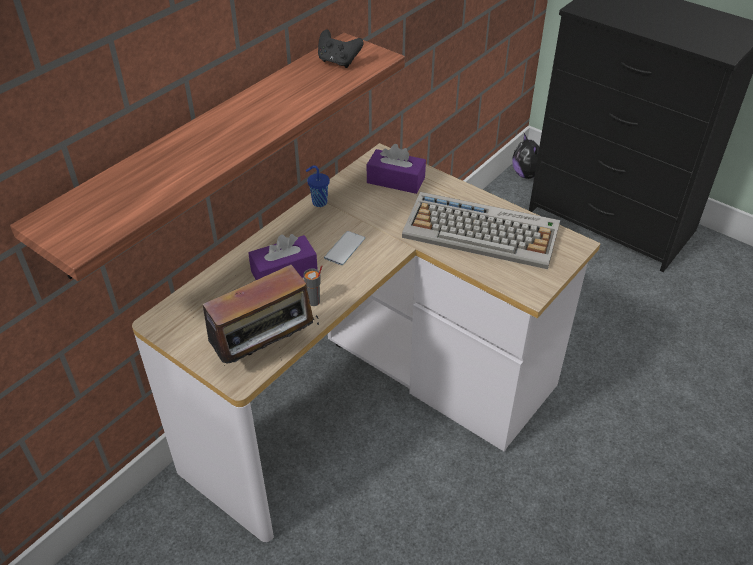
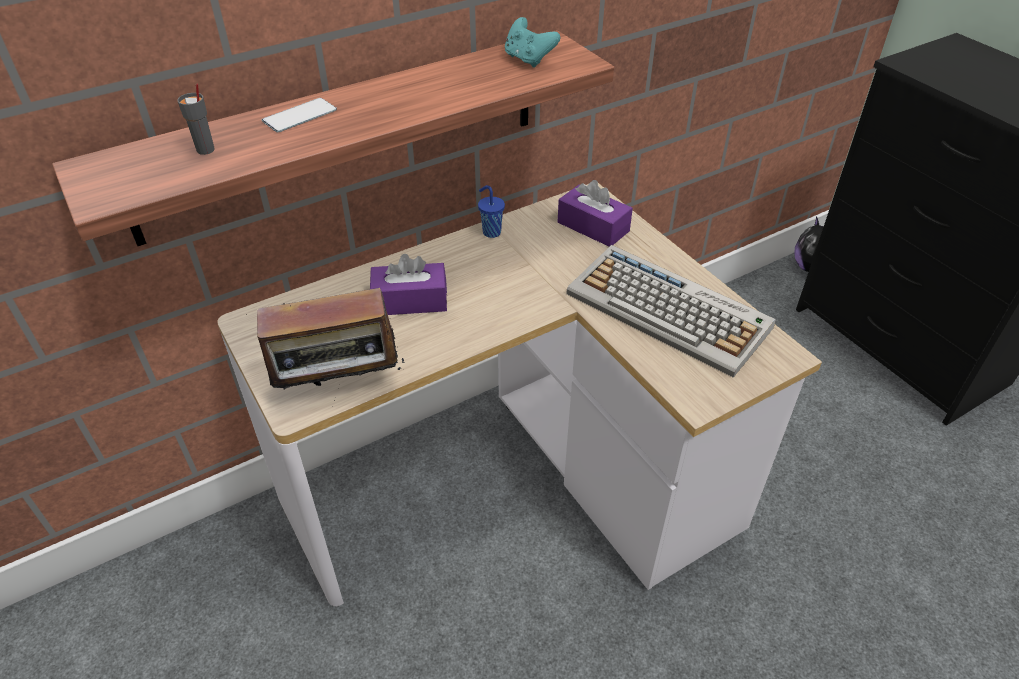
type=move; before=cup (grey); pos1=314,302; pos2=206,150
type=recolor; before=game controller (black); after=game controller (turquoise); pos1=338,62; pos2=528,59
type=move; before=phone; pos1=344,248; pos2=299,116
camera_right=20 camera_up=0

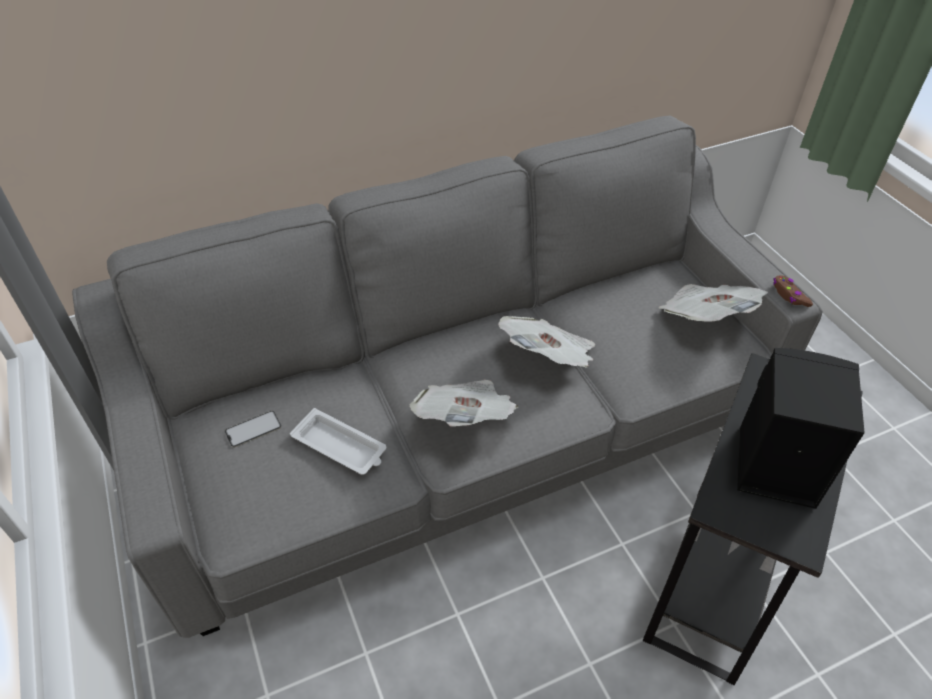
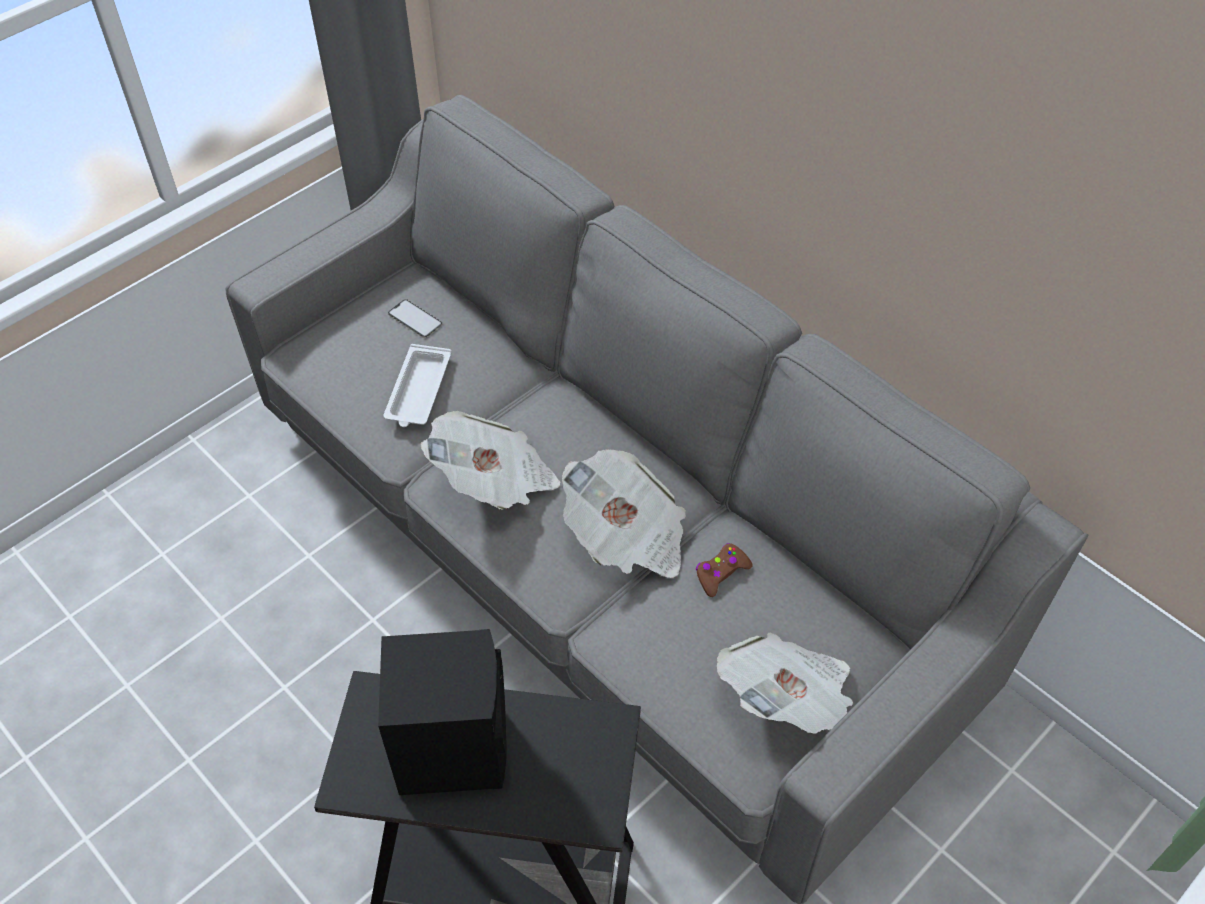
type=move; before=game controller (brown); pos1=789,295; pos2=721,573
camera_right=70 camera_up=5

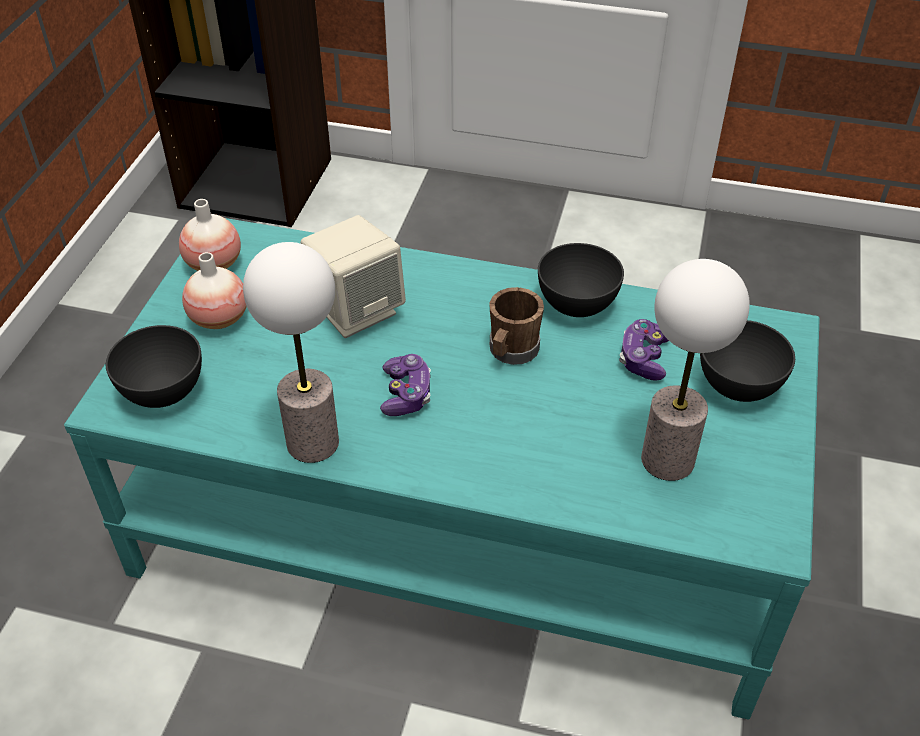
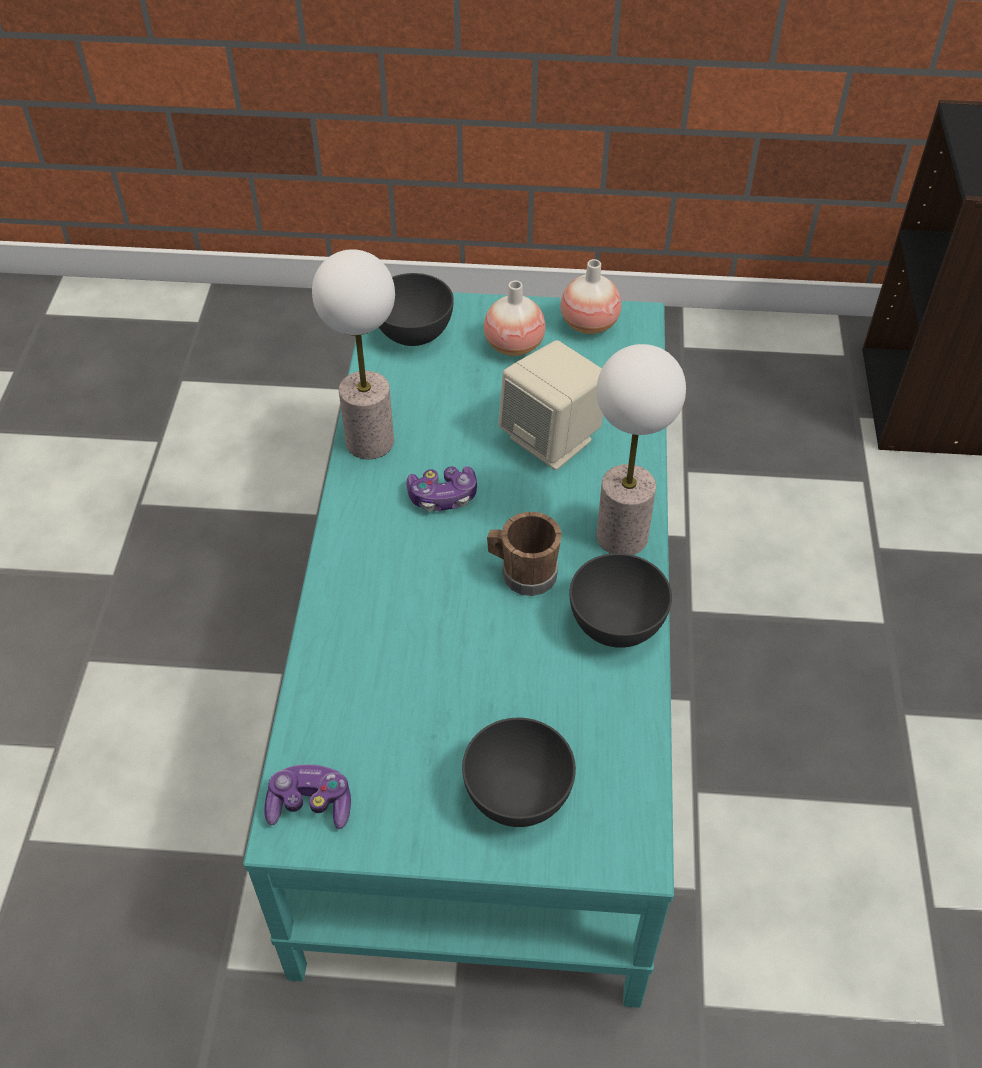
type=move; before=game controller; pos1=643,358; pos2=310,804
type=move; before=table lamp; pos1=667,459; pos2=622,536
camera_right=80 camera_up=5

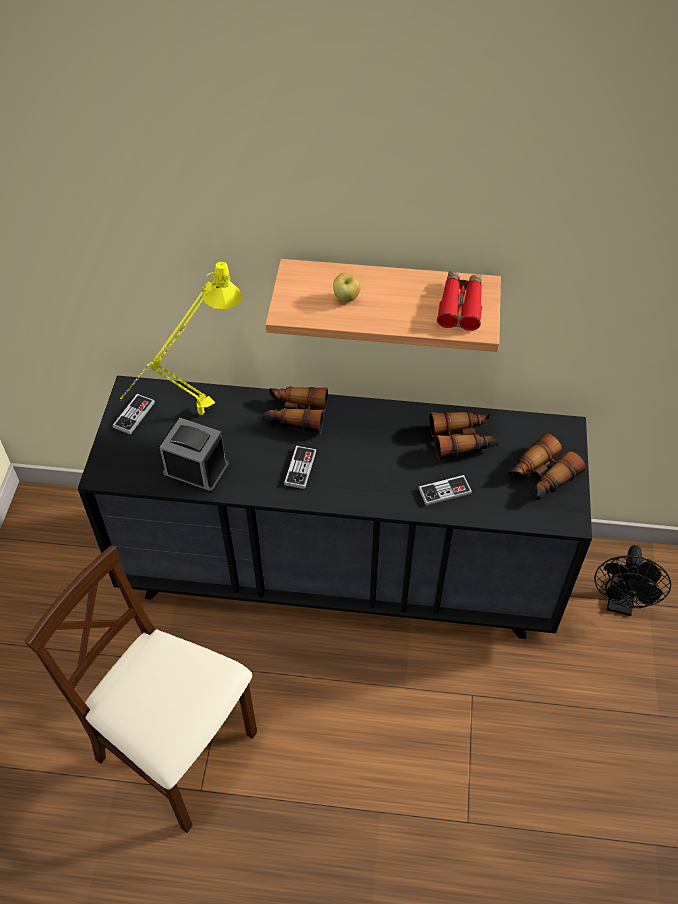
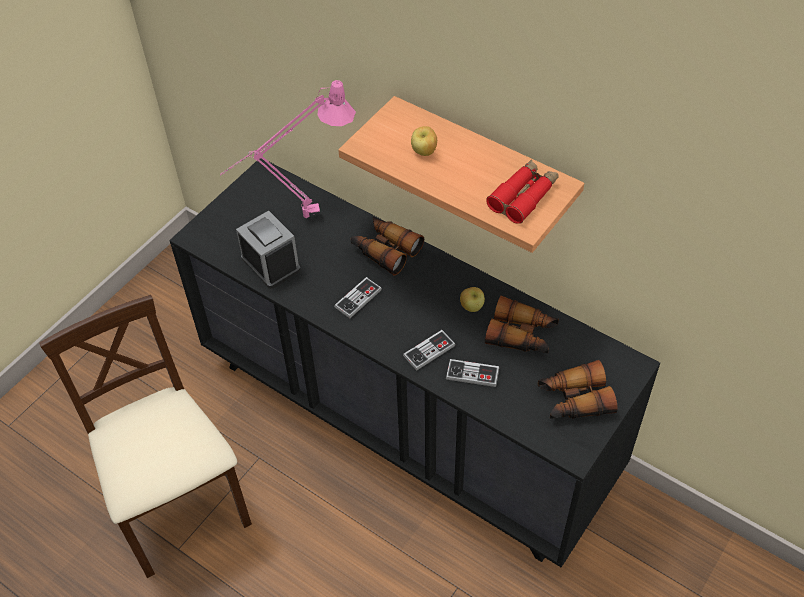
type=move; before=game controller; pos1=134,415; pos2=429,351
type=recolor; before=table lamp (yellow); after=table lamp (pink); pos1=194,419; pos2=297,219
type=delete; before=fan (black); pos1=620,603
type=insert; after=apple; pos2=472,307
camera_right=30 camera_up=0

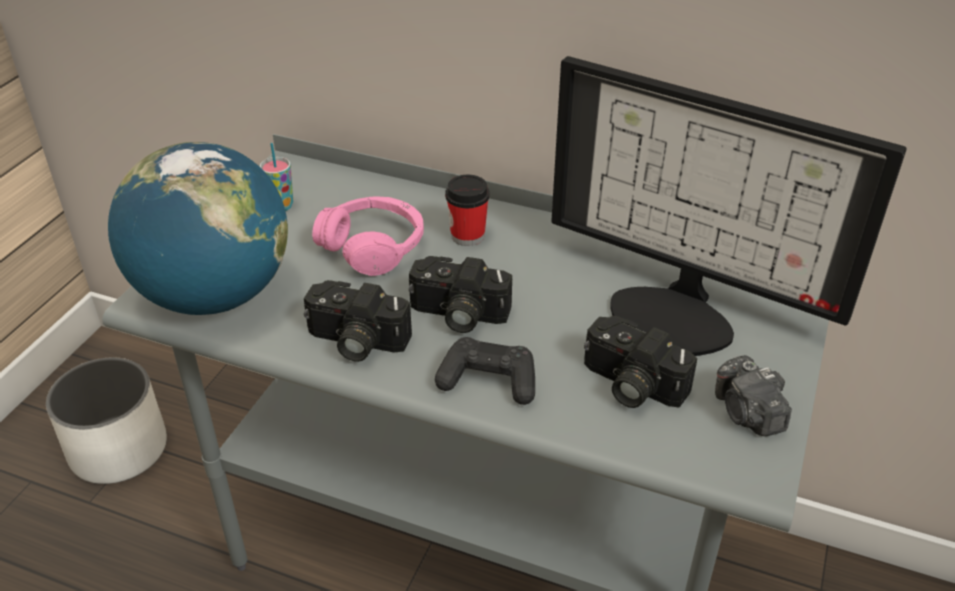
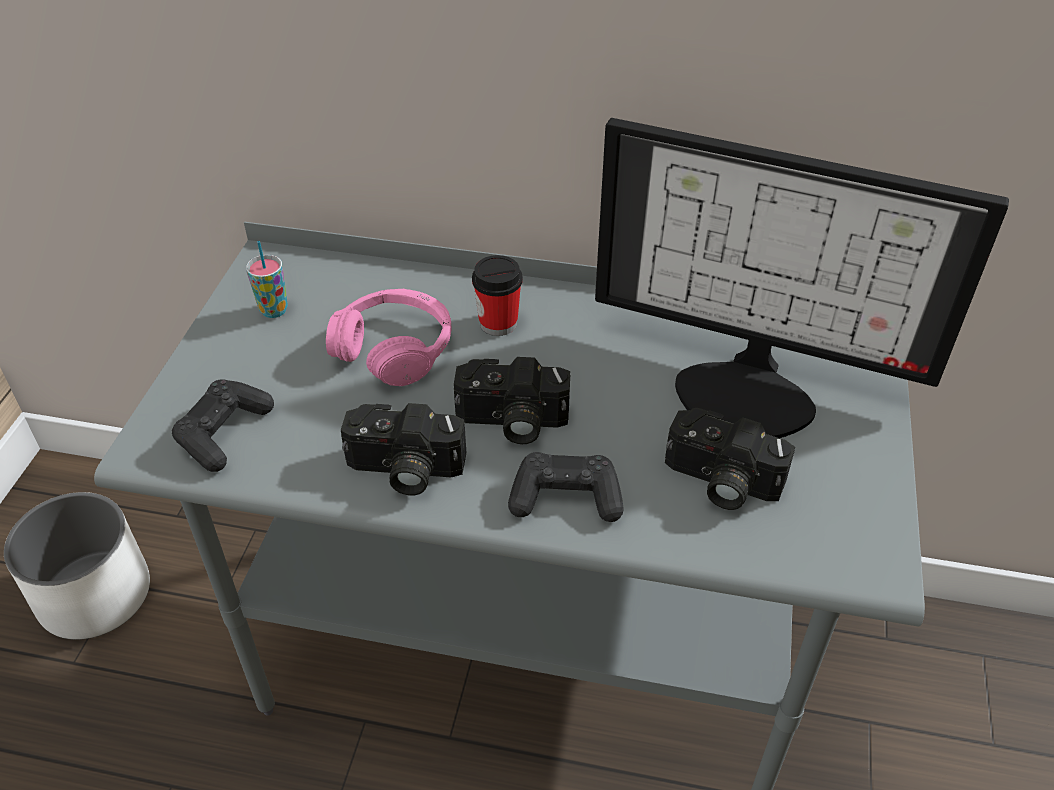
type=replace; before=globe; after=game controller (black); pos1=214,295; pos2=224,433
type=delete; before=photo camera; pos1=747,414
camera_right=-10 camera_up=5

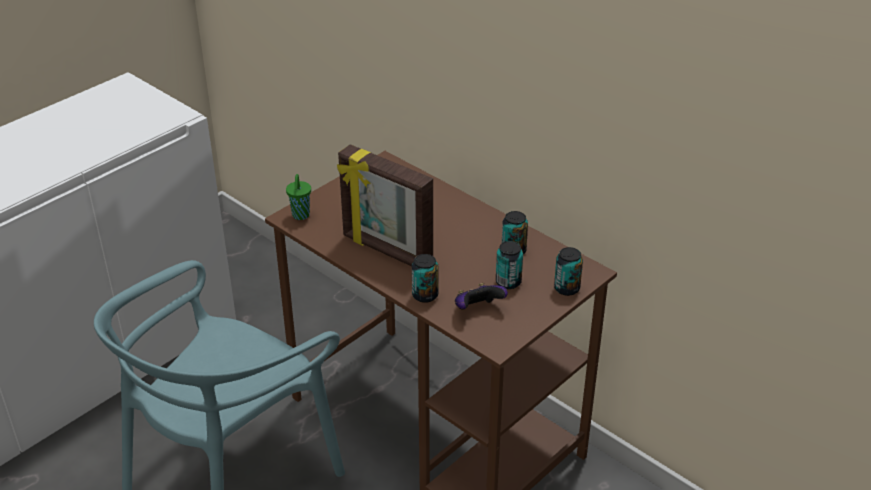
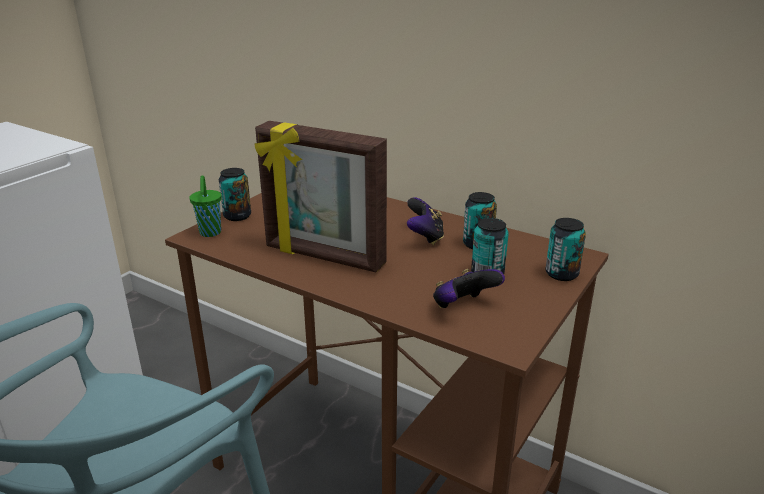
type=move; before=can; pos1=425,295; pos2=237,216
type=insert; after=game controller; pos2=424,237
camera_right=-10 camera_up=-10

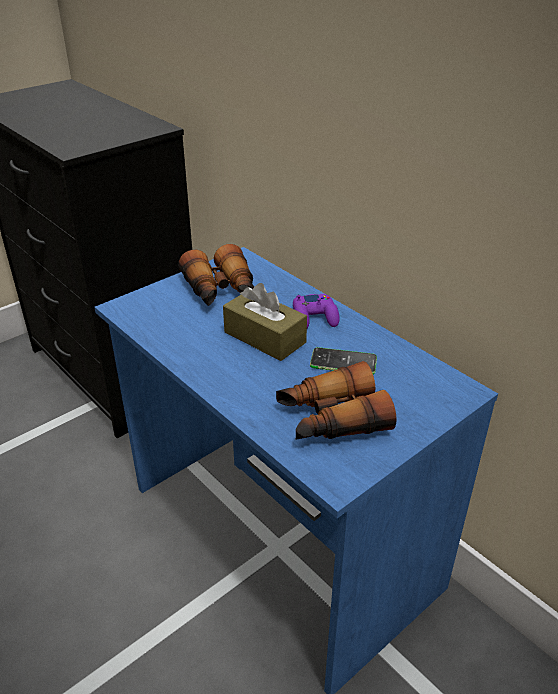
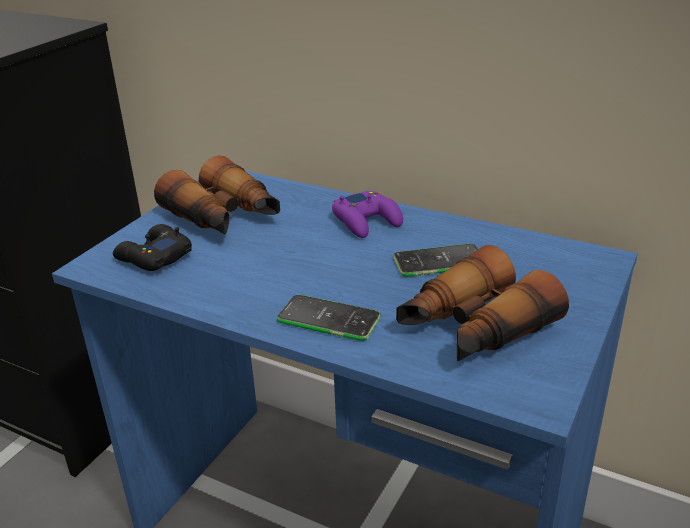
type=delete; before=tissue box (brown); pos1=264,337
type=insert; after=game controller (black); pos2=153,257
type=insert; after=phone; pos2=328,319
camera_right=-20 camera_up=-5

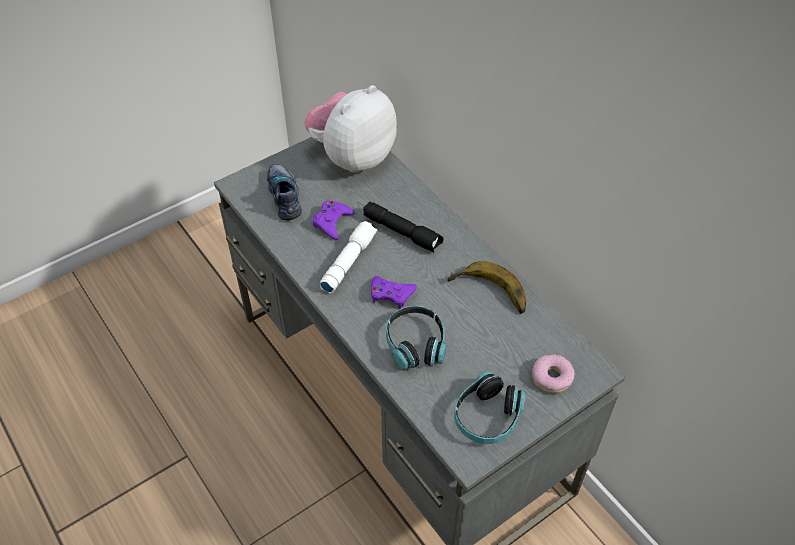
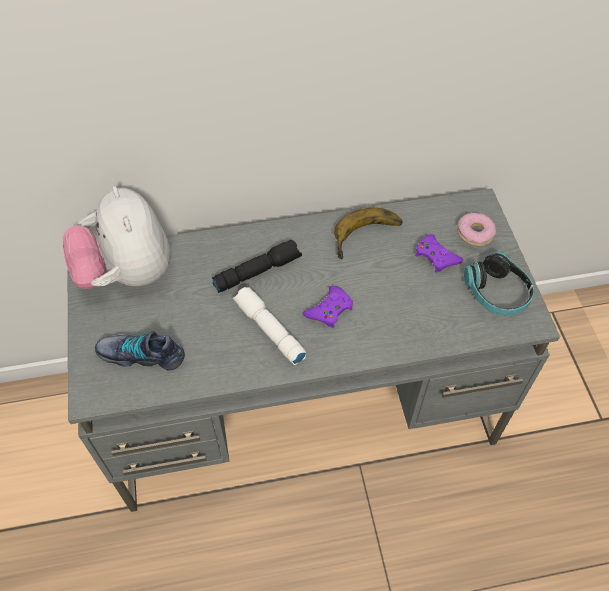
type=move; before=game controller (purple); pos1=332,222; pos2=436,256
type=delete; before=headphones; pos1=415,344
camera_right=-65 camera_up=5

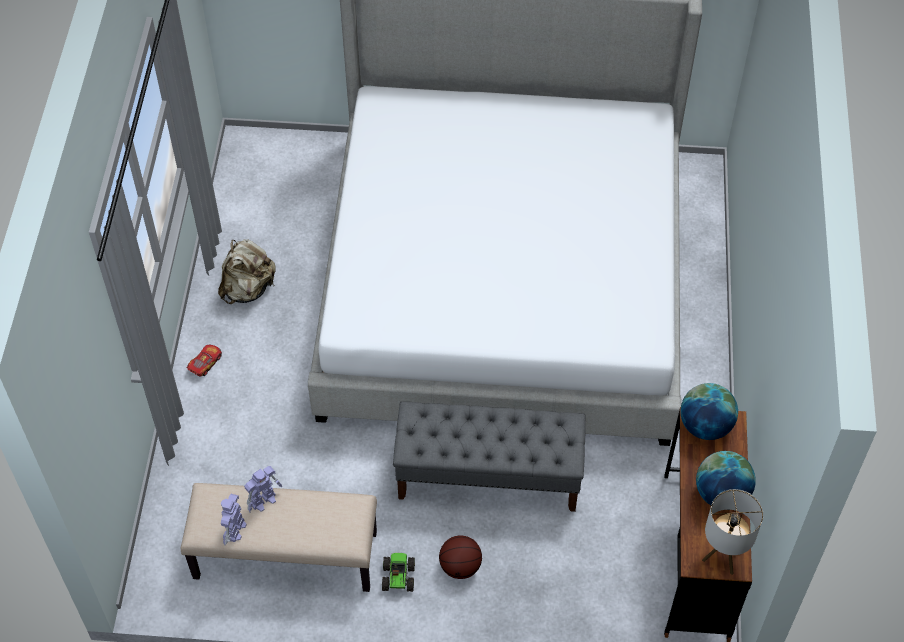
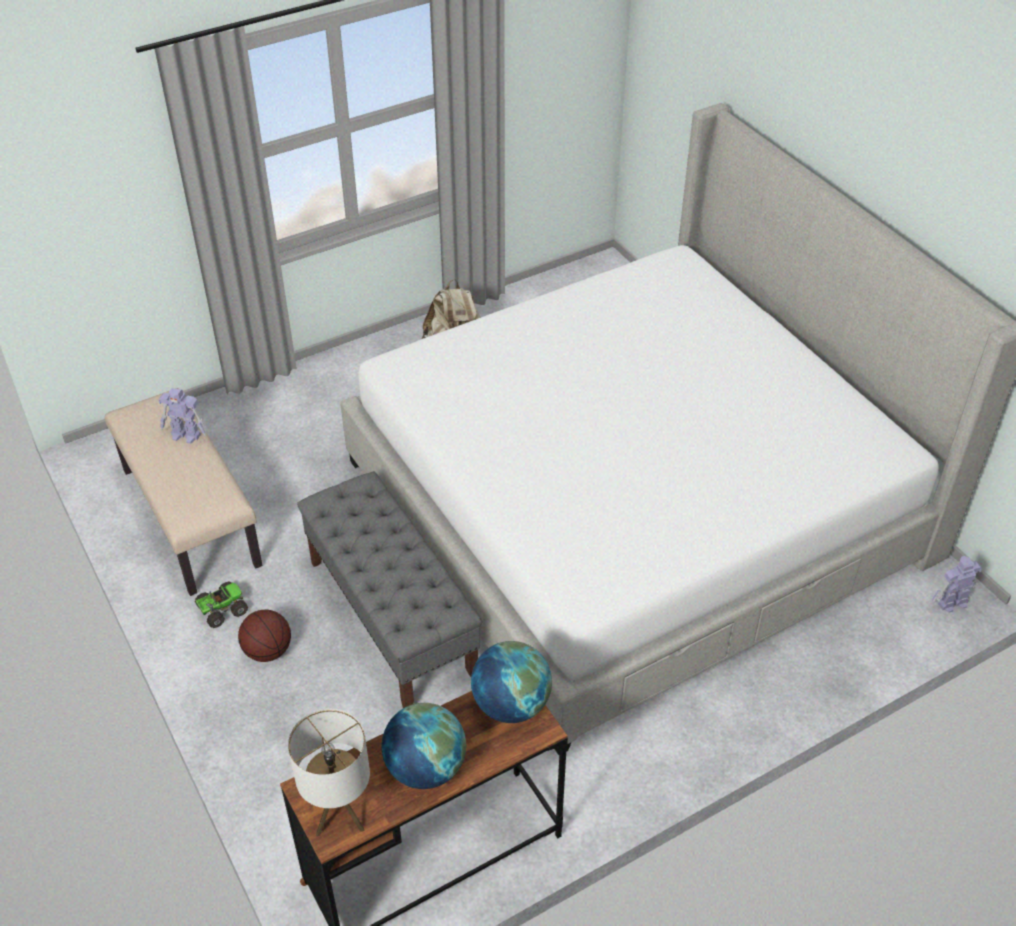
type=delete; before=toy car; pos1=205,363
type=move; before=toy robot; pos1=234,530; pos2=951,603
camera_right=55 camera_up=-10

